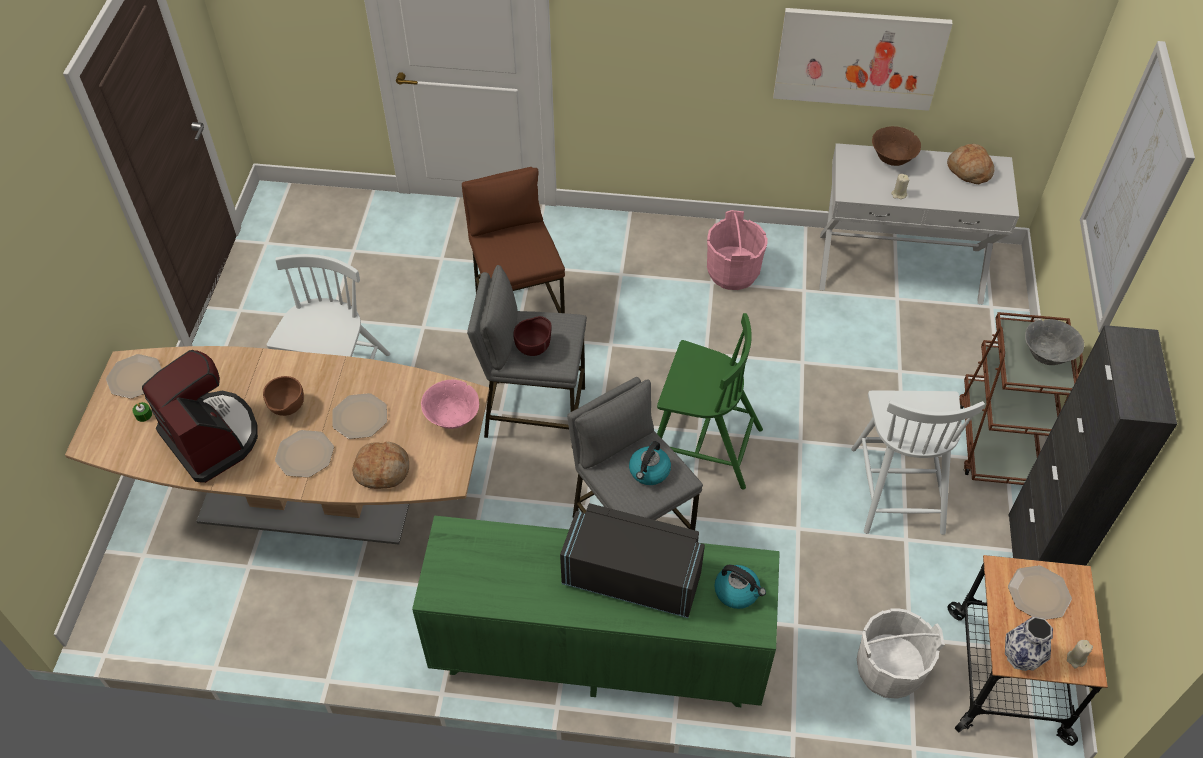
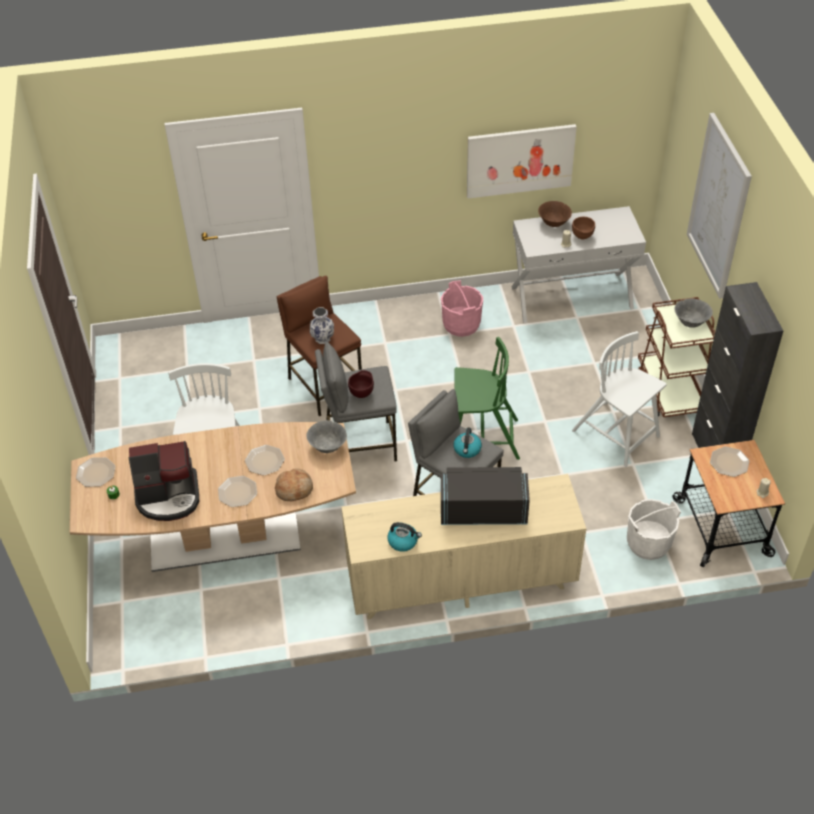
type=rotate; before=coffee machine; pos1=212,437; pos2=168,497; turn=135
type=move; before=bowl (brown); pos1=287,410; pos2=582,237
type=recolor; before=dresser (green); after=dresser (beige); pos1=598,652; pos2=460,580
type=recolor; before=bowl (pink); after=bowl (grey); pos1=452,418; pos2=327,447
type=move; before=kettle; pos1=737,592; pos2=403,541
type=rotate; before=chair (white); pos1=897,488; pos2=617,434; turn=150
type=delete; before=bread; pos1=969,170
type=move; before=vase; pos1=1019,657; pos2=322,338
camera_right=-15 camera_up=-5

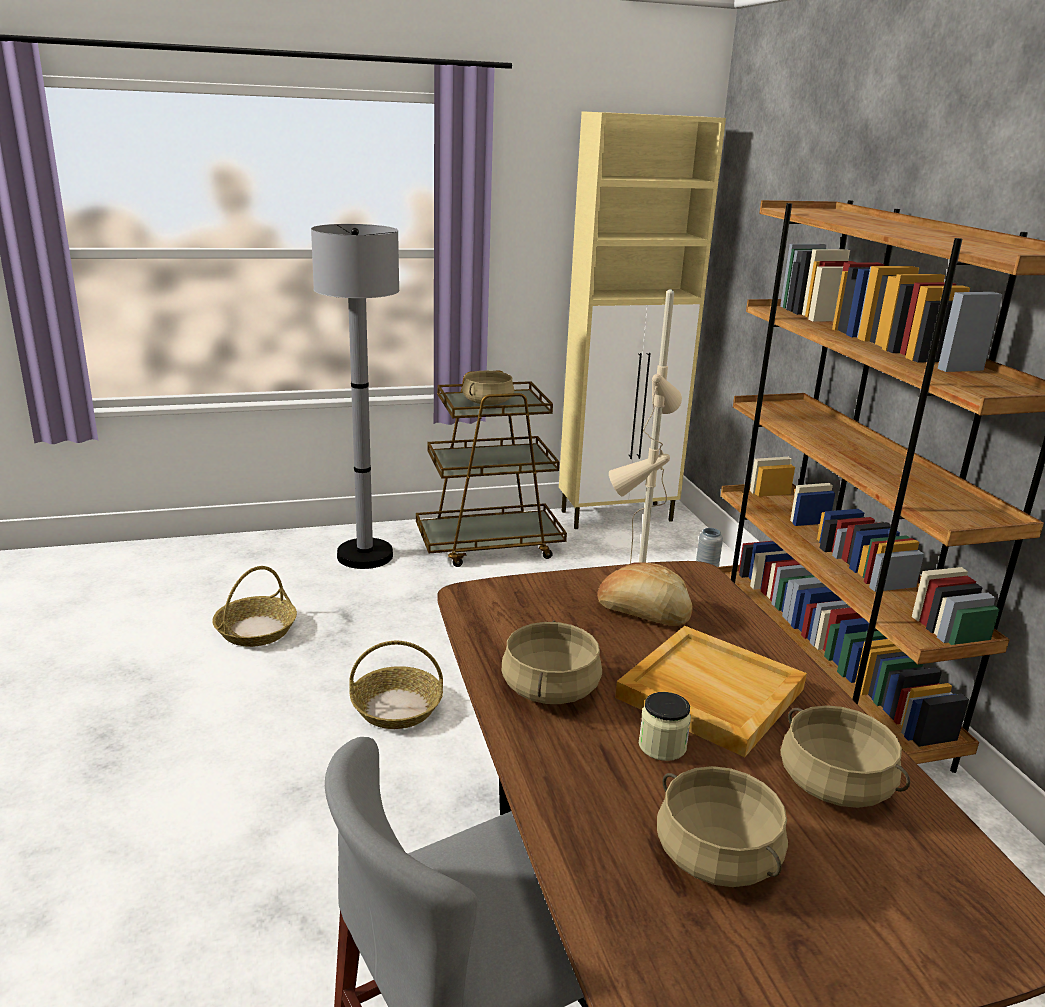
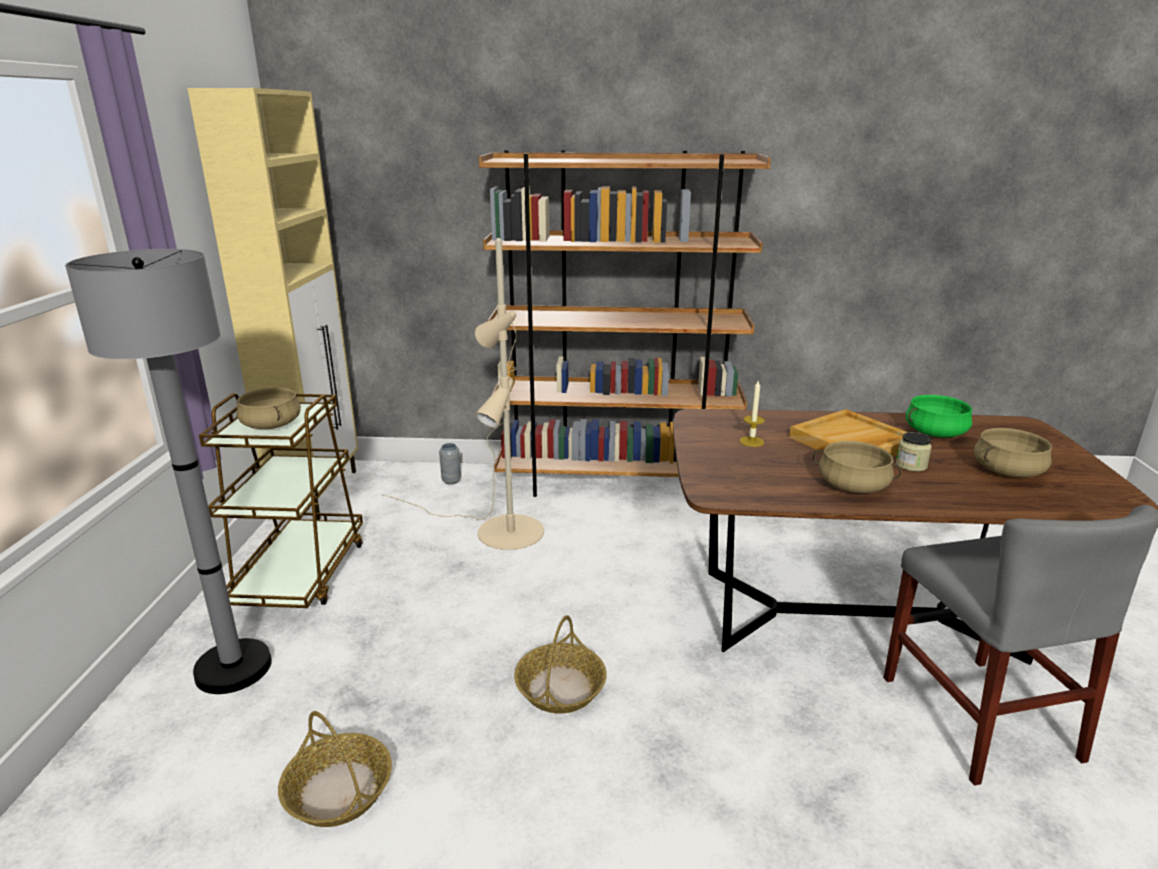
type=replace; before=bread; after=candle; pos1=643,614; pos2=751,441
type=recolor; before=cooking pot (beige); after=cooking pot (green); pos1=835,784; pos2=935,433
camera_right=-70 camera_up=0

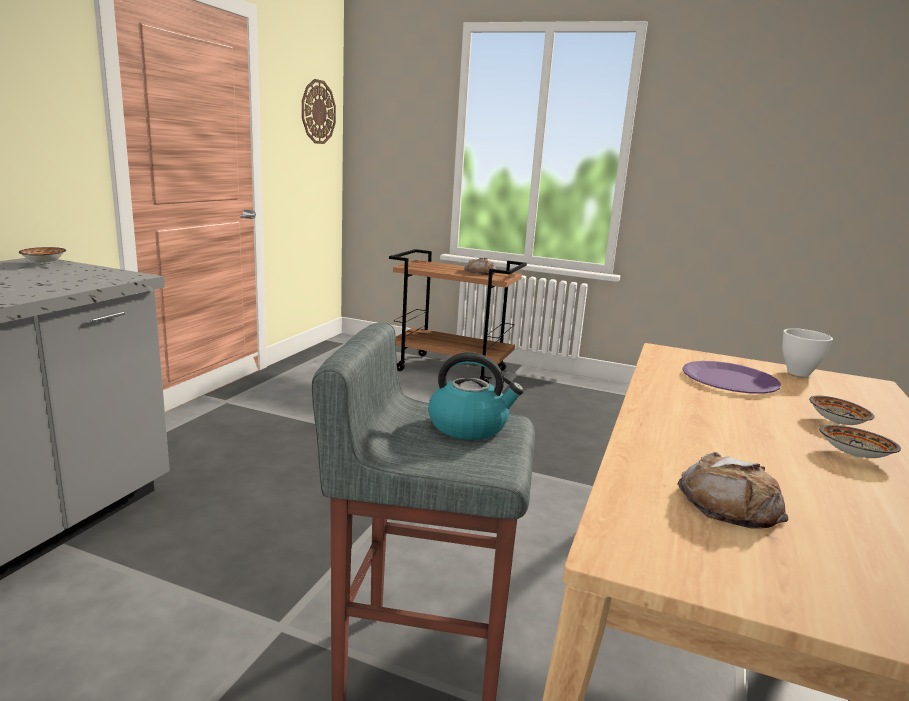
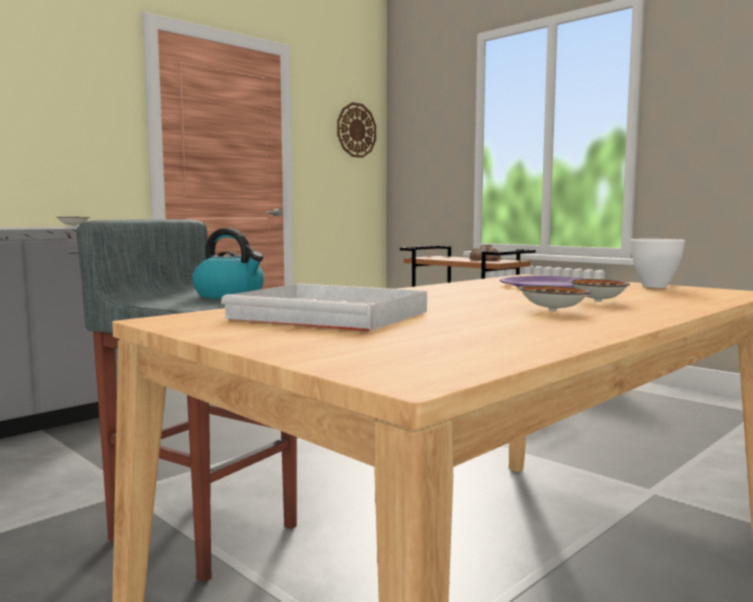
type=replace; before=bread; after=tray (white); pos1=730,502; pos2=332,315
camera_right=25 camera_up=-10

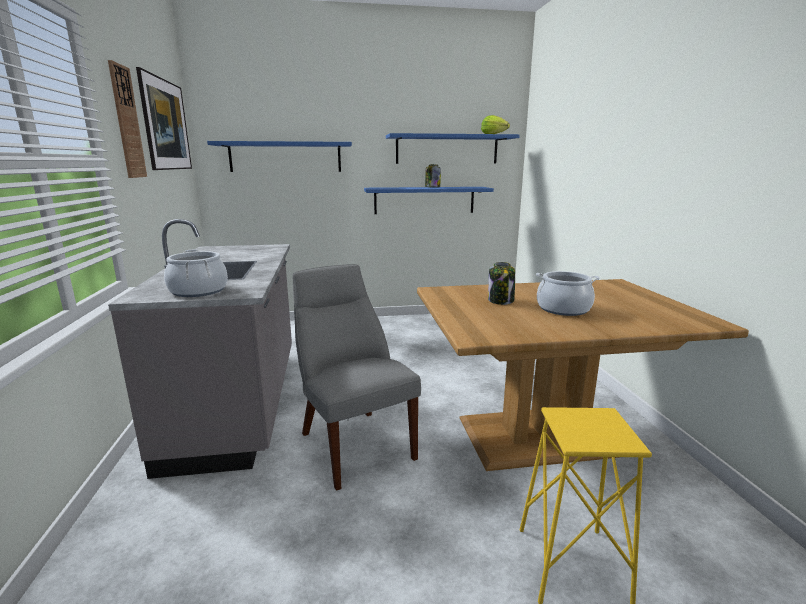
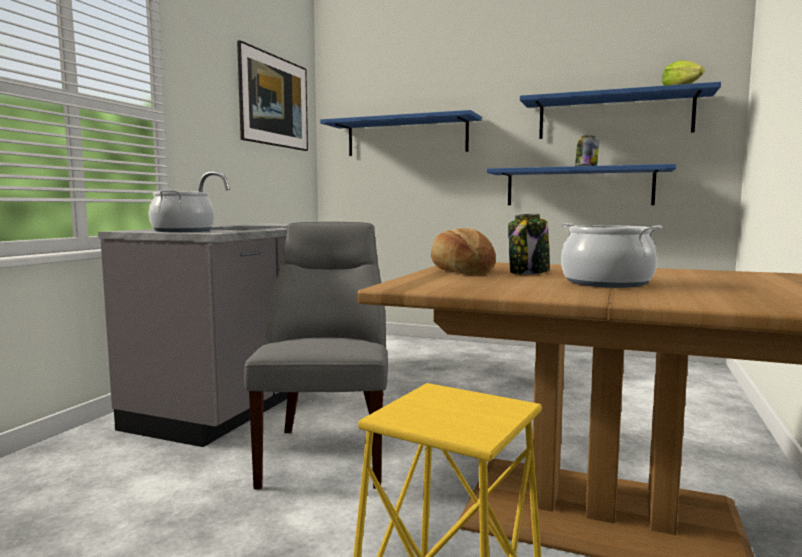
type=delete; before=wall clock; pos1=127,122
type=insert; after=bread; pos2=462,271
camera_right=30 camera_up=-10

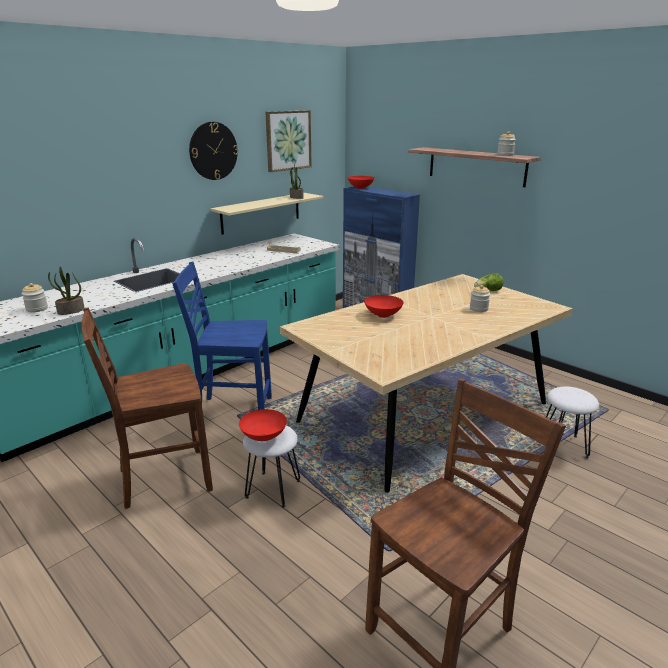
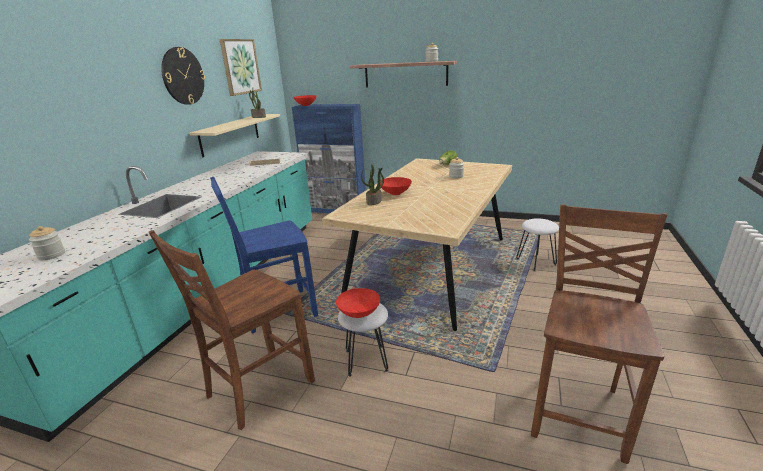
type=move; before=potted plant; pos1=71,311; pos2=374,202
camera_right=-25 camera_up=0

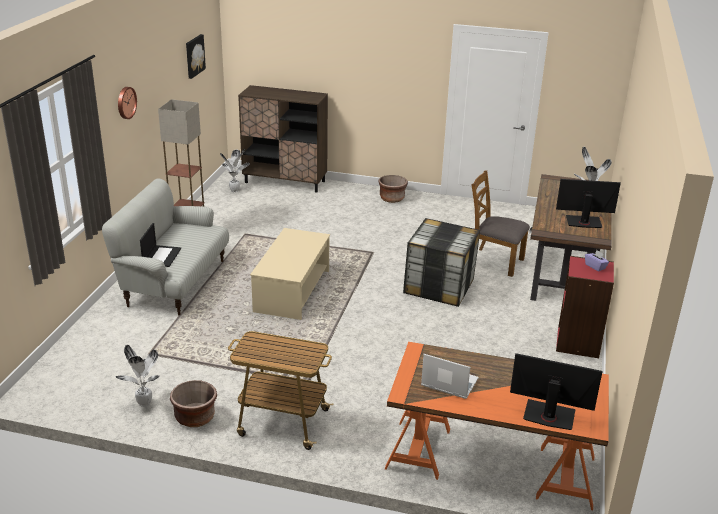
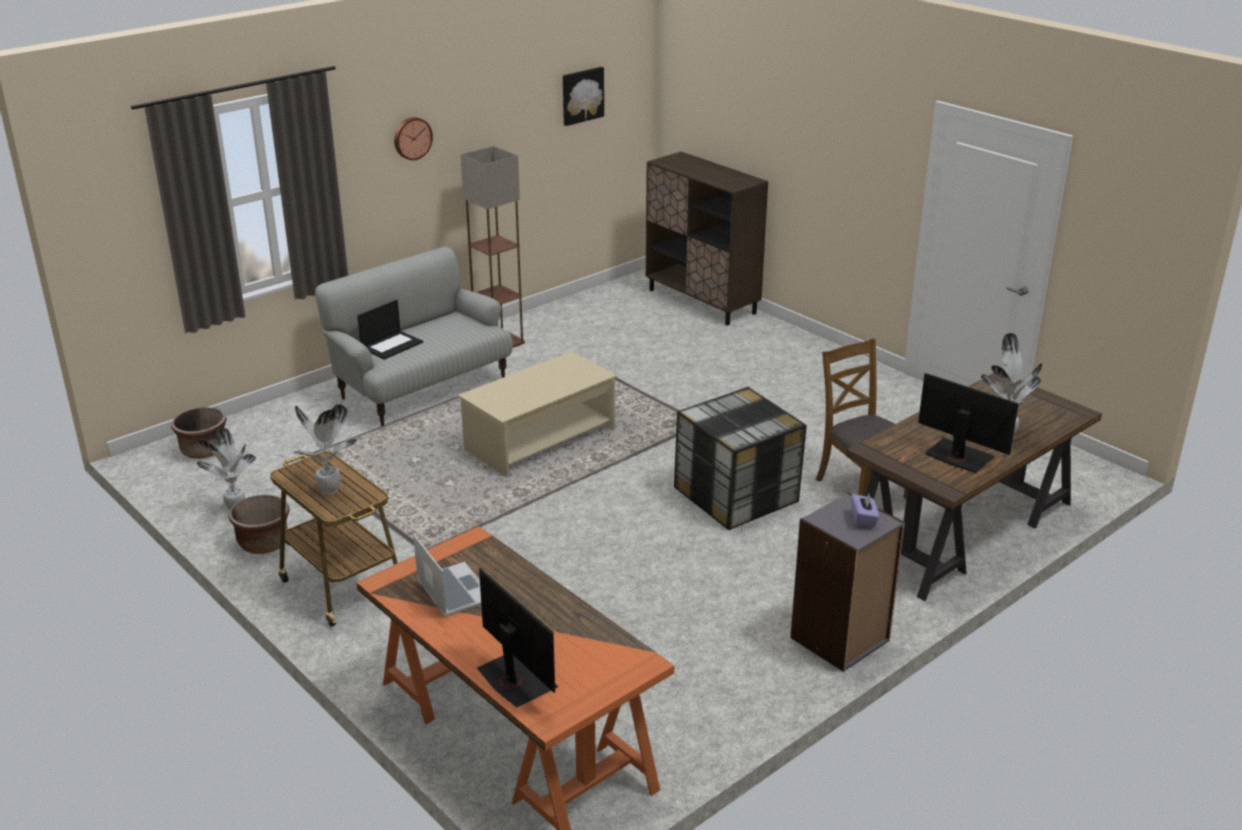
type=move; before=potted plant; pos1=235,190; pos2=330,491
type=move; before=planter (brown); pos1=392,198; pos2=204,450
type=recolor; before=bookcase (red); after=bookcase (grey); pos1=578,343; pos2=840,640
camera_right=35 camera_up=0

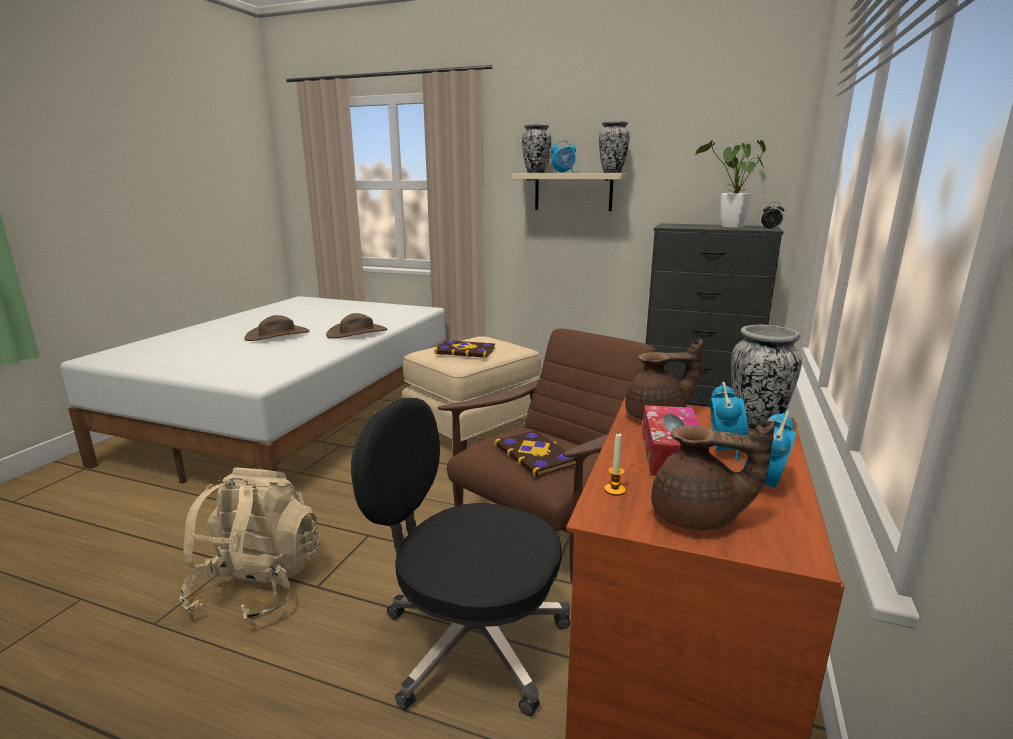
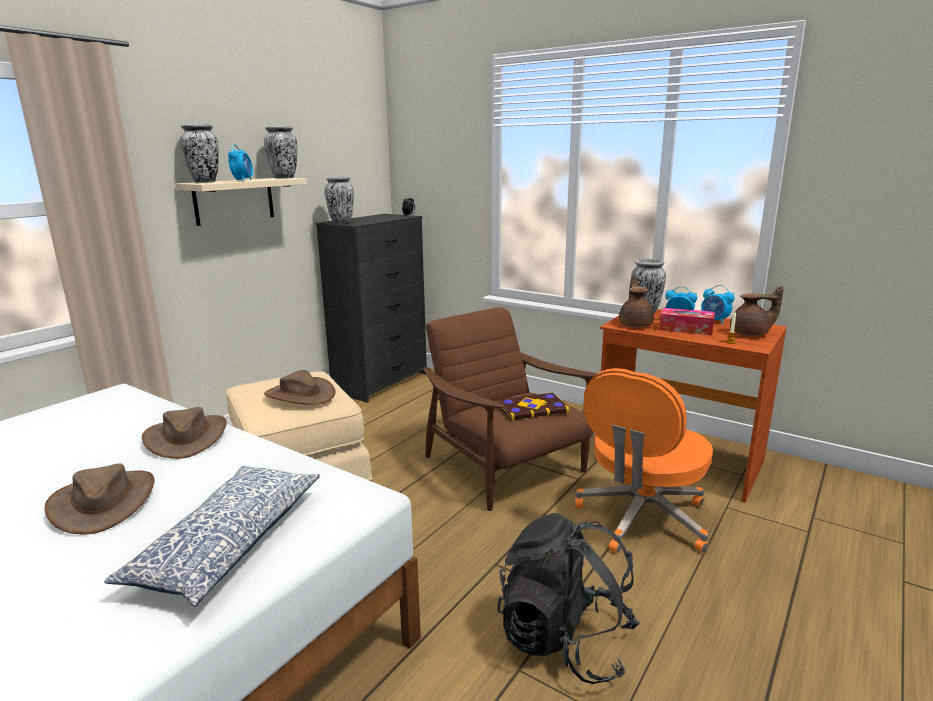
type=recolor; before=backpack (beige); after=backpack (black); pos1=258,585; pos2=564,640
type=recolor; before=office chair (black); after=office chair (orange); pos1=470,641; pos2=641,519
type=replace; before=book; after=hat (brown); pos1=465,350; pos2=300,395
type=rotate; before=teapot (brown); pos1=697,518; pos2=751,334; turn=60
type=delete; before=potted plant; pos1=730,227
type=insert; after=pillow; pos2=228,543
type=insert; after=vase; pos2=341,222
camera_right=-75 camera_up=0

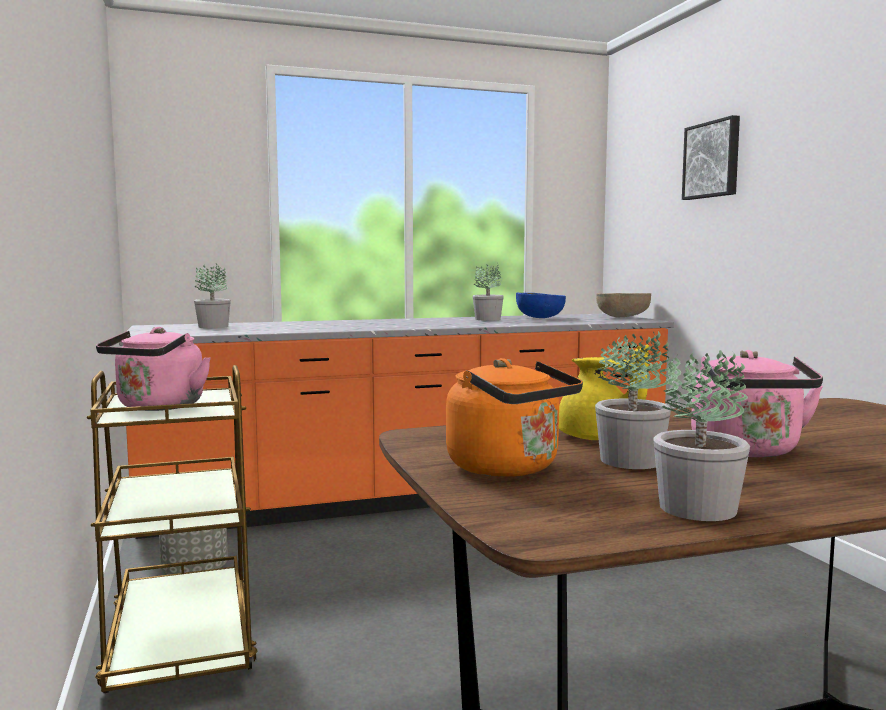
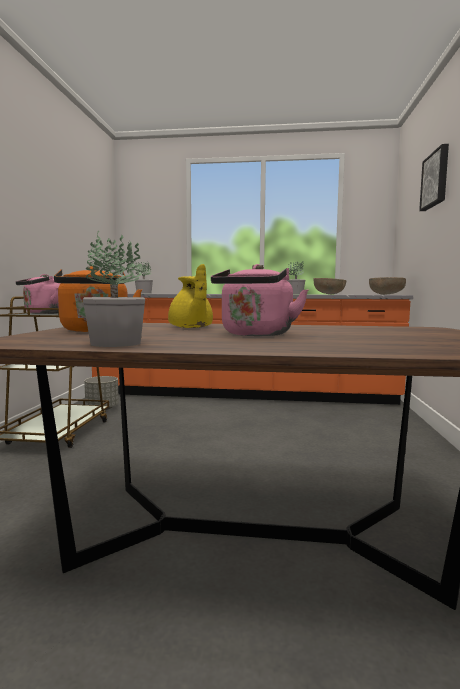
type=recolor; before=bowl (blue); after=bowl (brown); pos1=539,318; pos2=329,294
type=delete; before=potted plant; pos1=632,461
camera_right=25 camera_up=0

